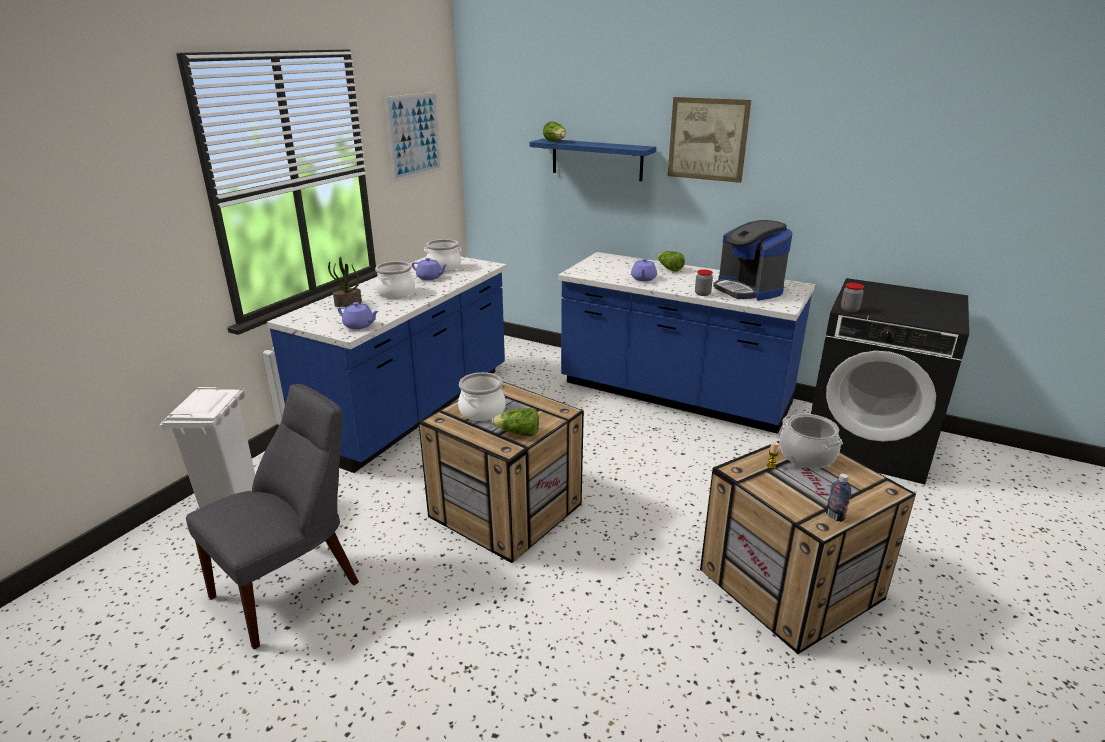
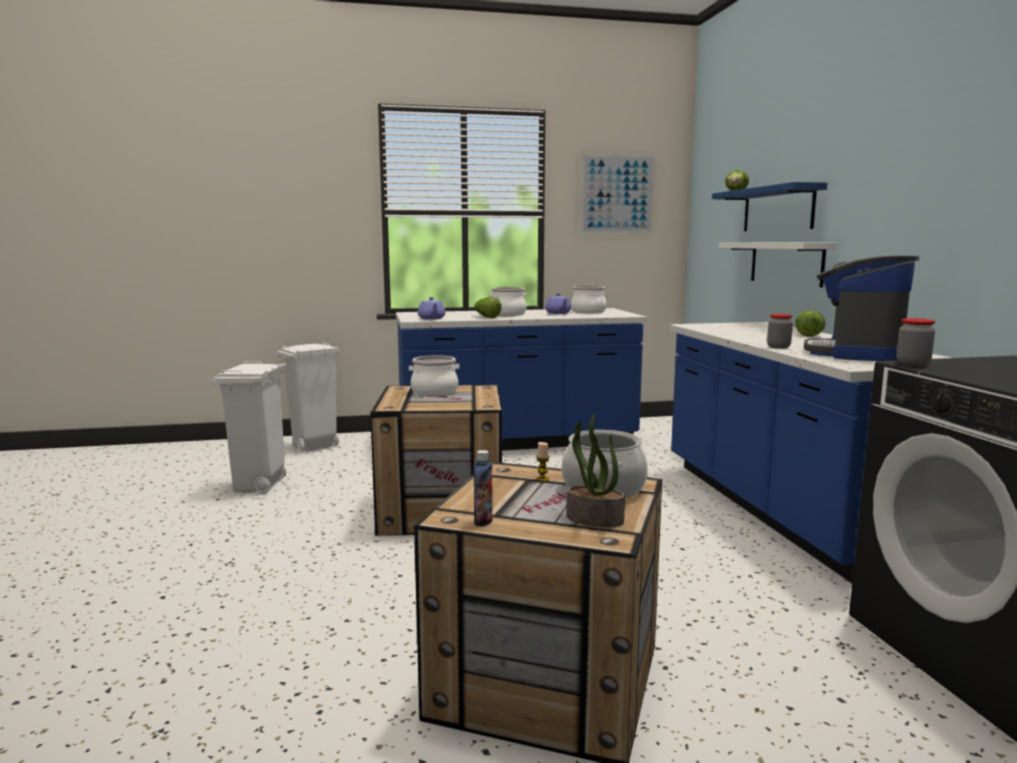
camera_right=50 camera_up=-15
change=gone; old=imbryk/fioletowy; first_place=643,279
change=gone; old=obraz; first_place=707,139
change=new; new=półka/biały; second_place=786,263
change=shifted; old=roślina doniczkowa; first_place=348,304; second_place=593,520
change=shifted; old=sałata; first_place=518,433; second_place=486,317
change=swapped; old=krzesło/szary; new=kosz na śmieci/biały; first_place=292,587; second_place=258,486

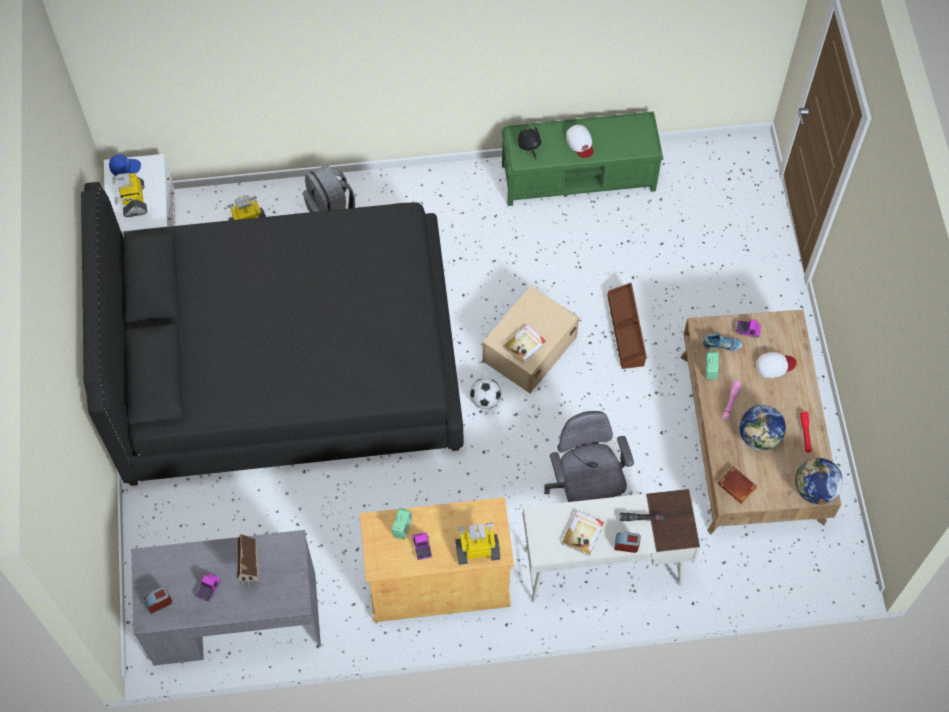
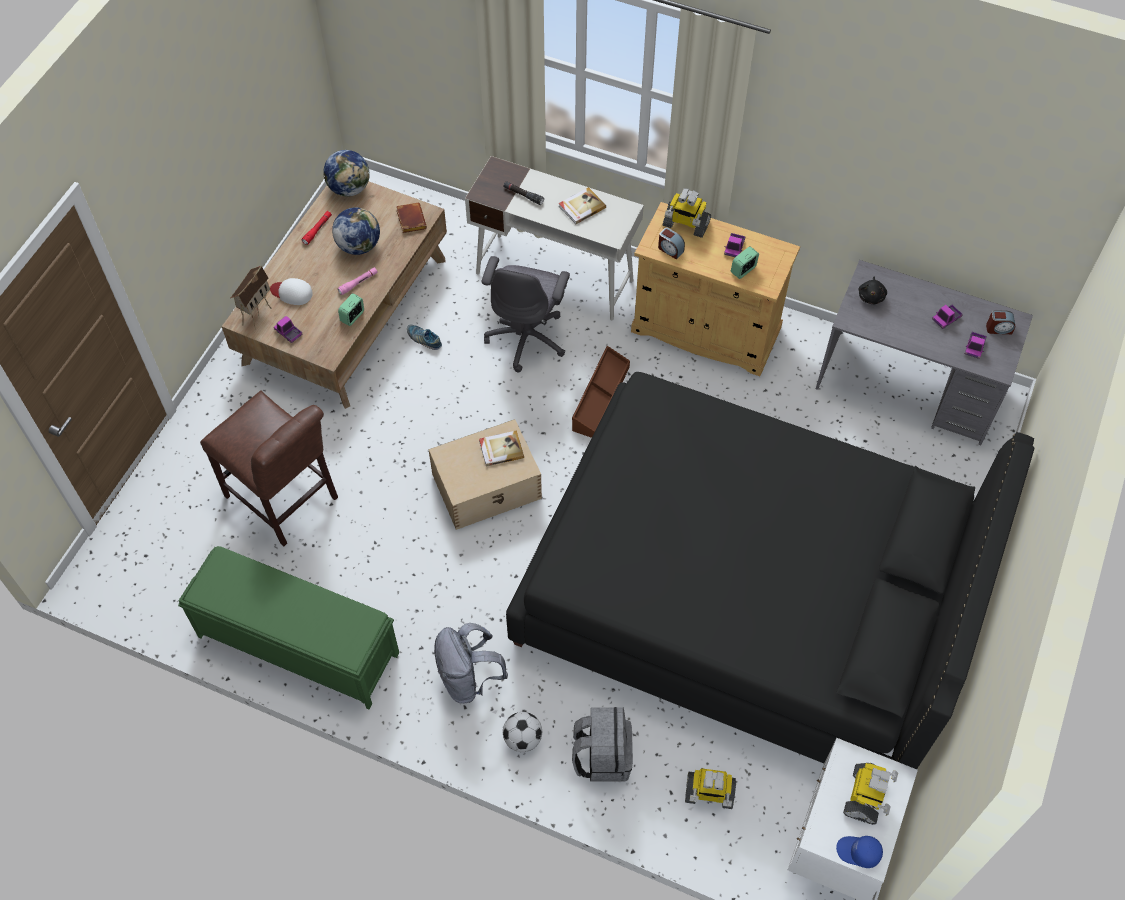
camera_right=-150 camera_up=-5
change=gone; old=czapka z daszkiem/biały; first_place=580,142
change=new; new=krzesło/brązowy; second_place=285,501
change=new; new=plecak/szary; second_place=469,679
change=new; new=ciężarówka zabawkowa; second_place=974,347
change=shifted; old=domek; first_place=251,572; second_place=256,313
change=shifted; old=piłka futbolowa; first_place=485,400; second_place=522,738
change=shifted; old=pluszak/czarny; first_place=529,146; second_place=871,296
change=shifted; old=pojemnik do przechowywania/brązowy; first_place=626,330; second_place=600,398
change=shifted; old=budzik; first_place=626,545; second_place=670,249
change=shifted; old=but; first_place=722,345; second_place=424,339

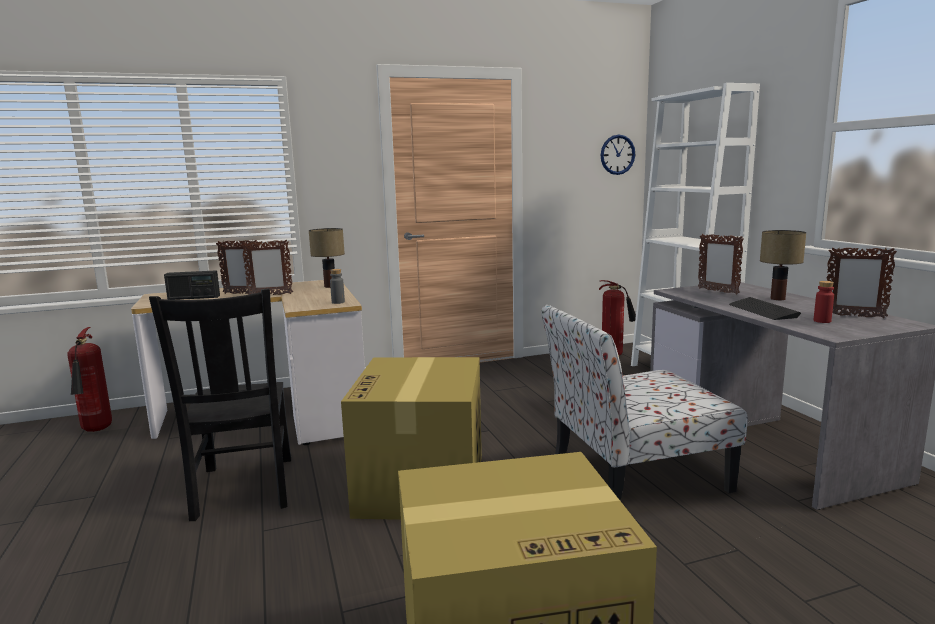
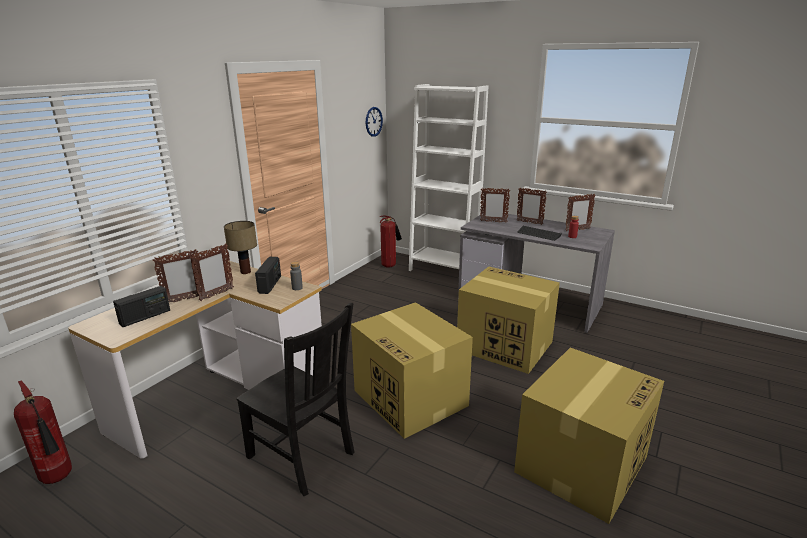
camera_right=-40 camera_up=10
change=new; new=radio; second_place=270,284
change=swapped; old=krzesło; new=karton; first_place=634,476; second_place=503,345
change=swapped; old=lampa stołowa; new=ramka na zdjęcie; first_place=778,299; second_place=529,222

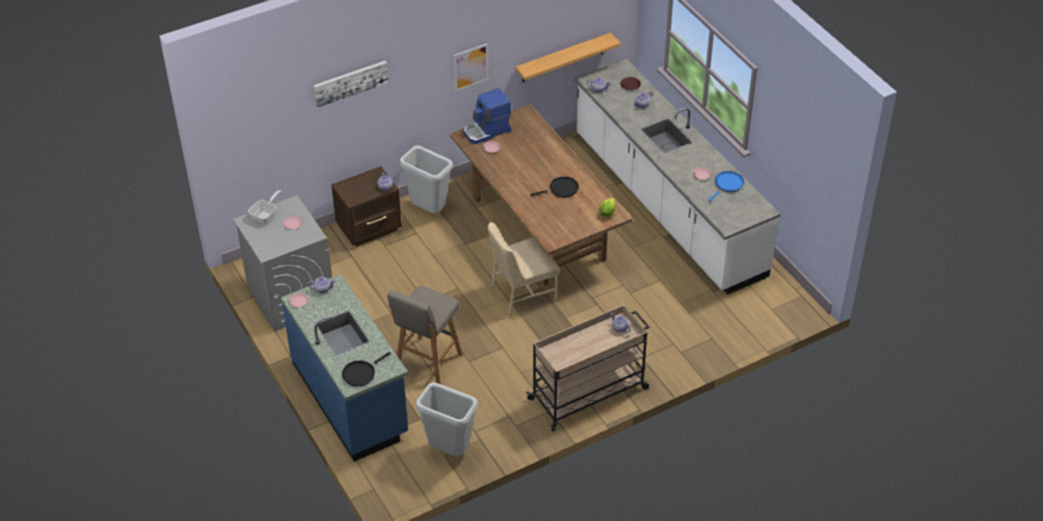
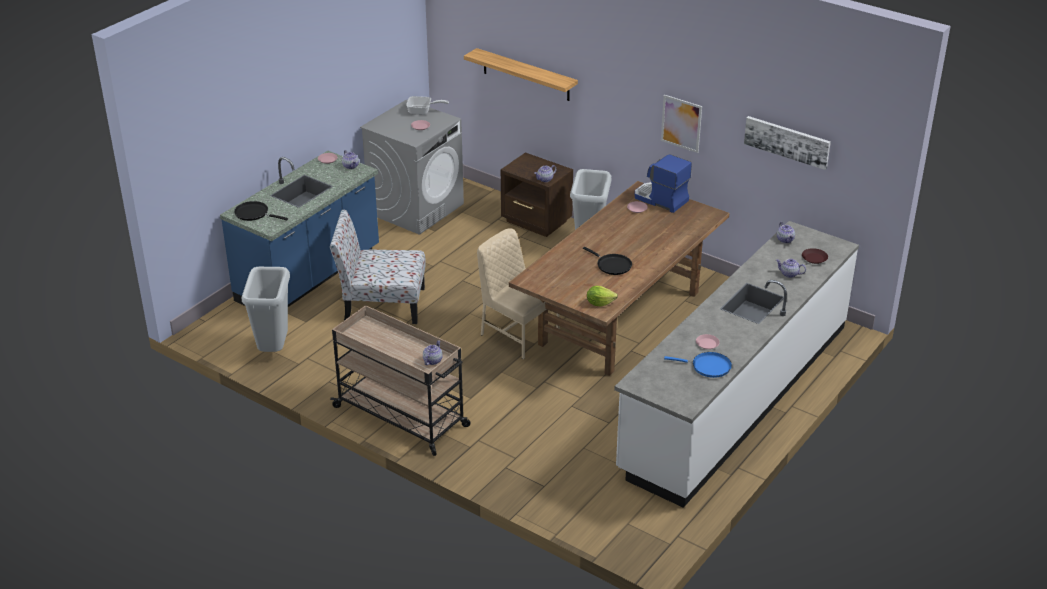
camera_right=65 camera_up=-10
change=shifted; old=obraz; first_place=350,83; second_place=787,141
change=shifted; old=półka; first_place=563,58; second_place=526,75
change=swapped; old=stołek/szary; new=krzesło; first_place=427,362; second_place=382,304

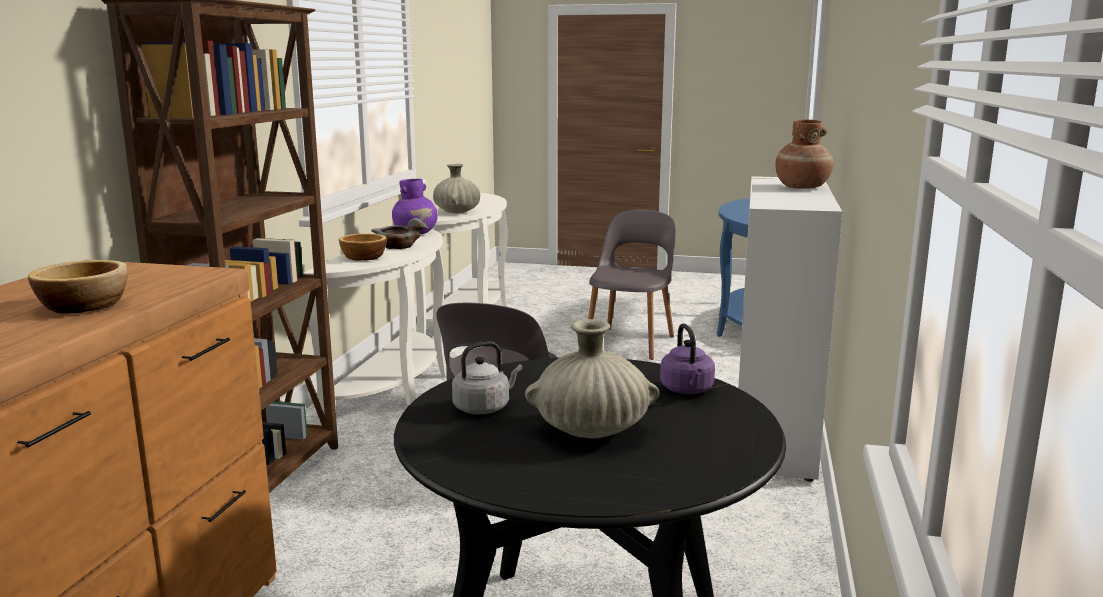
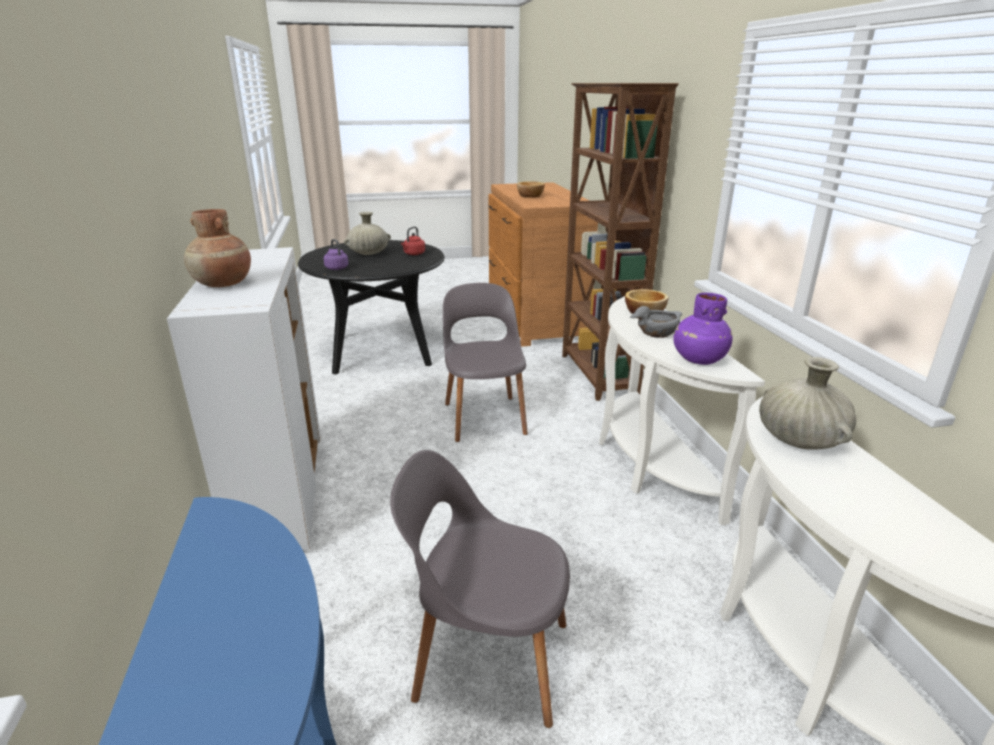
camera_right=155 camera_up=10
change=repainted; old=czajnik/szary; new=czajnik/czerwony; first_place=484,408; second_place=413,254
change=rotated; old=krzesło/szary; first_place=630,342; second_place=487,658; degrees=105

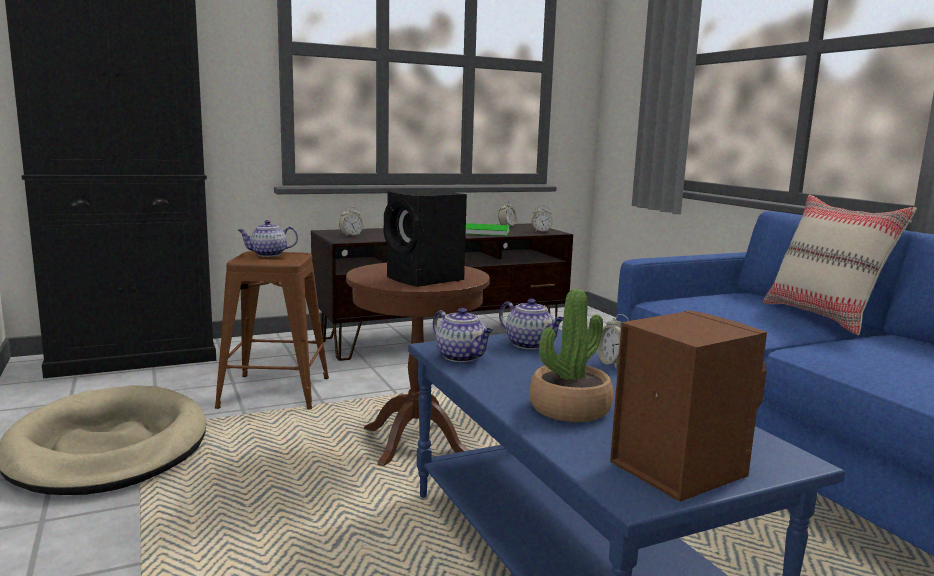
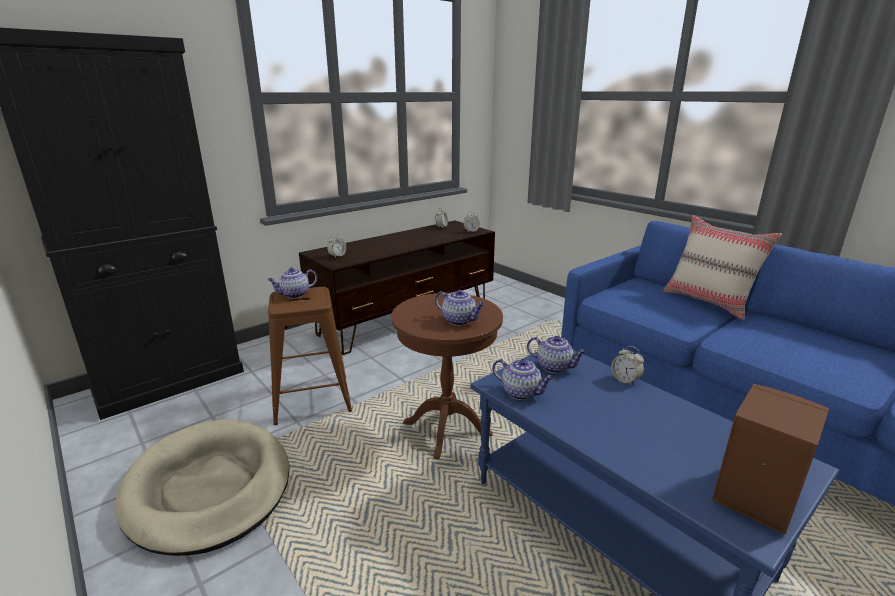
camera_right=-15 camera_up=10
change=gone; old=książka/zielony; first_place=481,231
change=gone; old=roślina doniczkowa; first_place=569,409
change=swapped; old=głośnik/czarny; new=imbryk; first_place=426,279; second_place=460,321

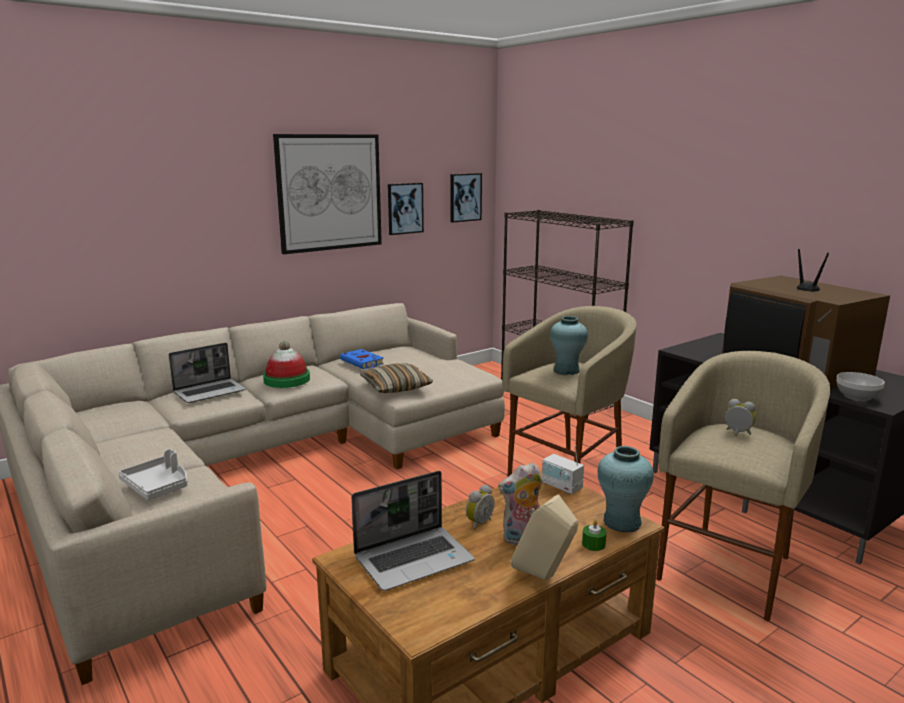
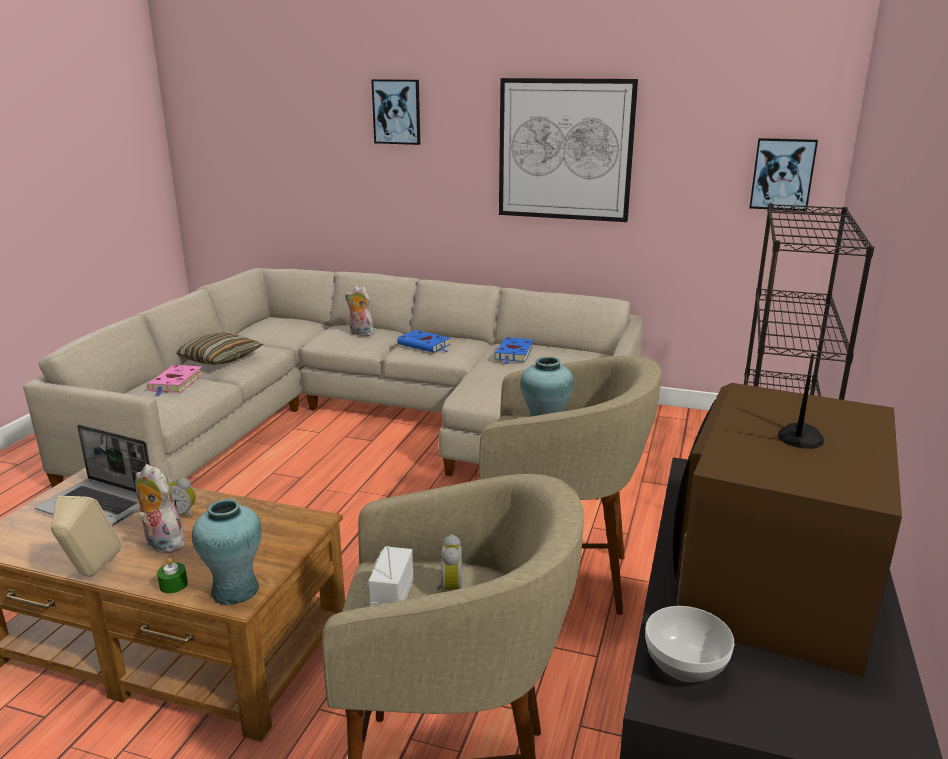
camera_right=55 camera_up=5
change=shifted; old=poduszka; first_place=396,387; second_place=219,358
change=shifted; old=obraz; first_place=405,208; second_place=397,112
change=shifted; old=radio; first_place=561,486; second_place=391,599
change=swapped; old=taca/szary; new=książka/różowy; first_place=158,486; second_place=175,383
change=swapped; old=laptop; new=pluszak; first_place=210,392; second_place=360,333
change=swapped; old=kapelusz; new=książka/niebieski; first_place=287,380; second_place=425,345

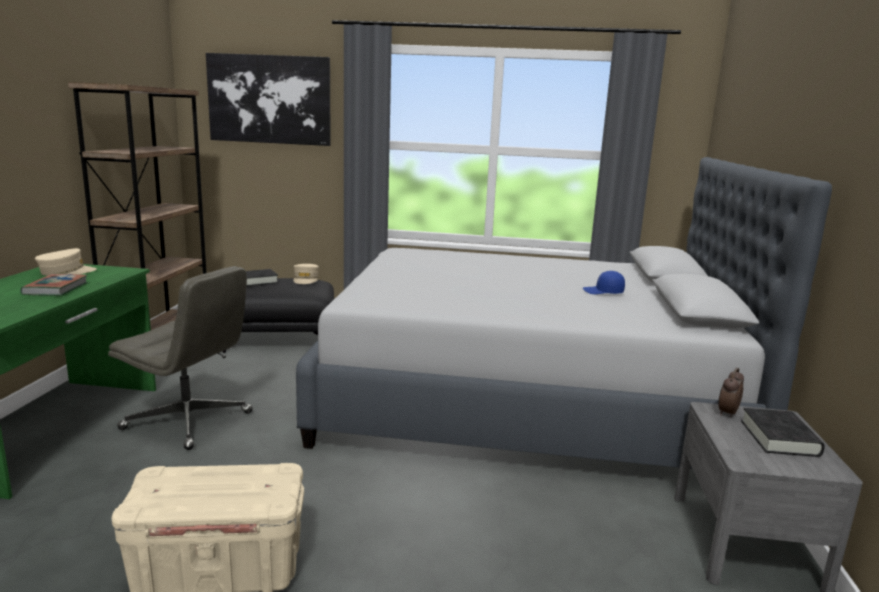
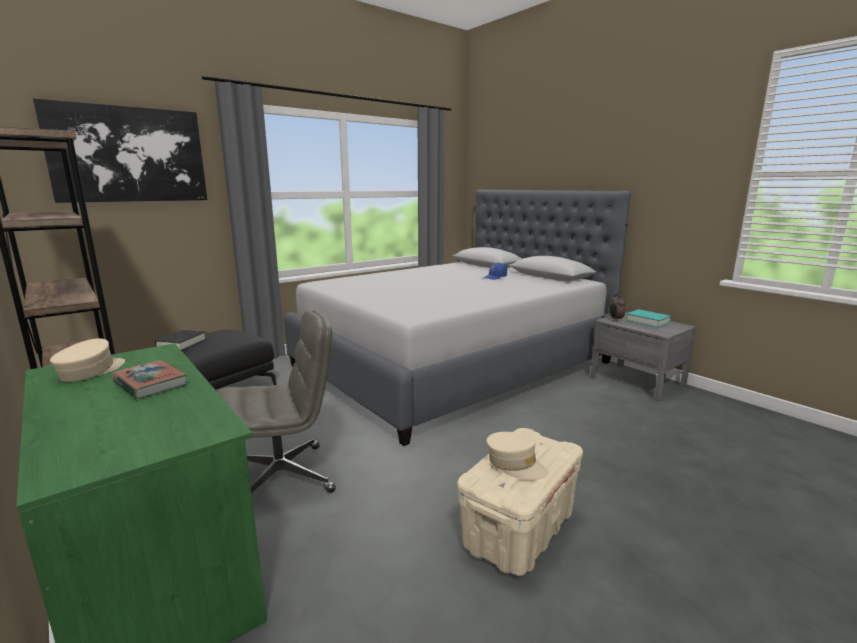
camera_right=-45 camera_up=0
change=shifted; old=czapka z daszkiem/beżowy; first_place=305,279; second_place=515,464
change=repainted; old=książka/czarny; new=książka/turkusowy; first_place=779,438; second_place=647,322

